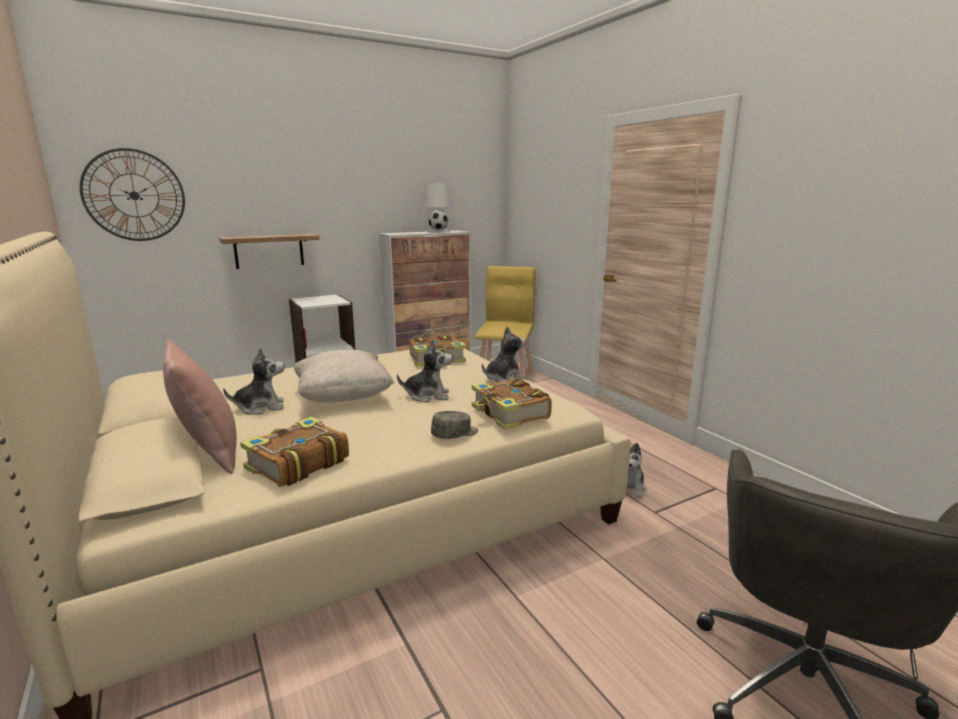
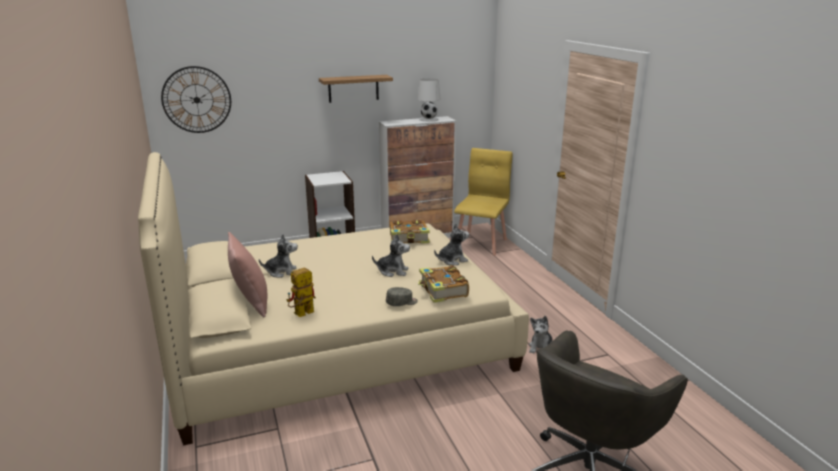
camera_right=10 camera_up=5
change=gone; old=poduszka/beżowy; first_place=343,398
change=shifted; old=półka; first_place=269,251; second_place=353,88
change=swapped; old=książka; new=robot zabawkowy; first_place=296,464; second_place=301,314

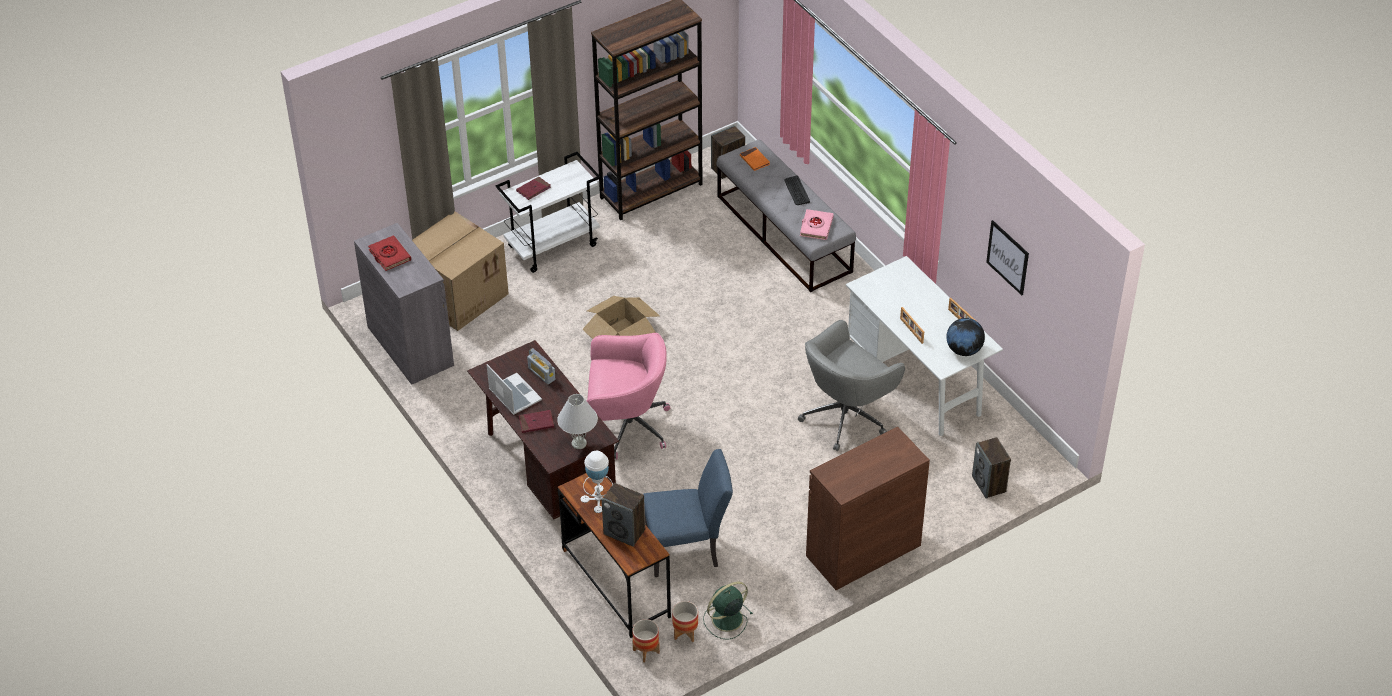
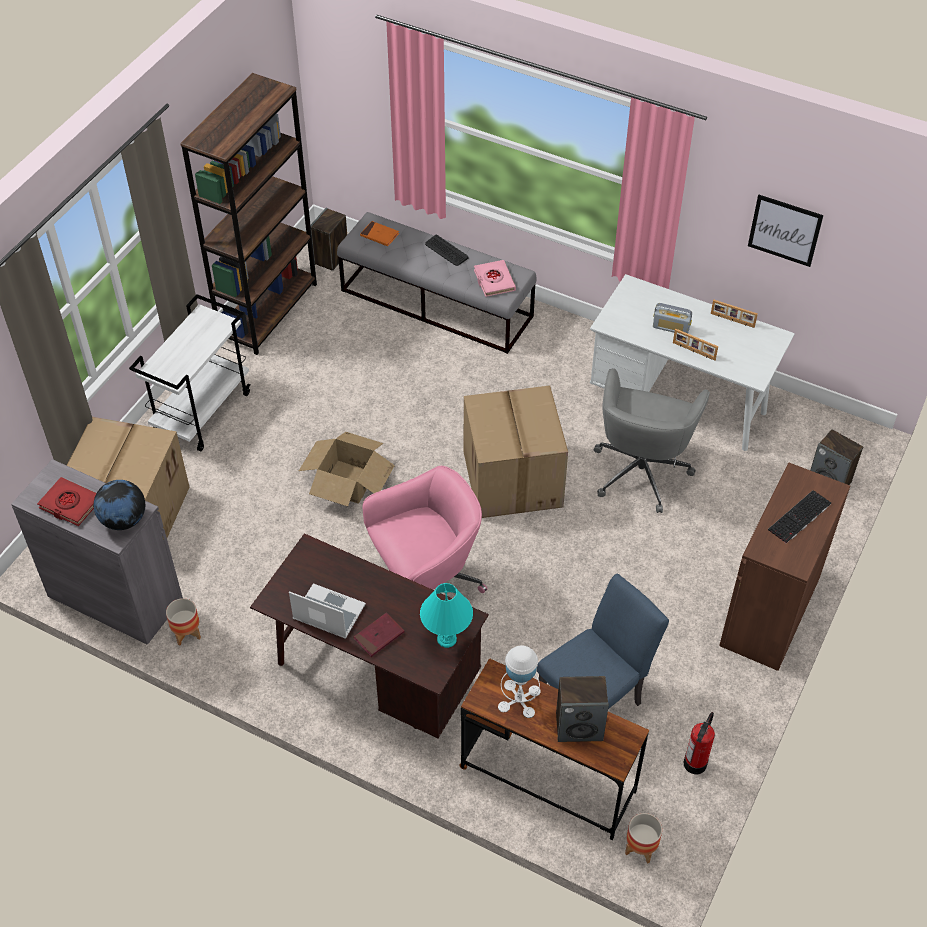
camera_right=-30 camera_up=5
change=gone; old=książka/czerwony; first_place=533,189
change=new; new=karton; second_place=514,480
change=new; new=klawiatura; second_place=800,518
change=shifted; old=radio; first_place=541,374; second_place=671,328
change=shifted; old=donica; first_place=685,633; second_place=187,633
change=shifted; old=globus; first_place=964,350; second_place=124,520
change=swapped; old=wentylator/zielony; new=gaśnica; first_place=726,619; second_place=695,763
change=repainted; old=lampa stołowa/biały; new=lampa stołowa/turkusowy; first_place=578,443; second_place=446,639

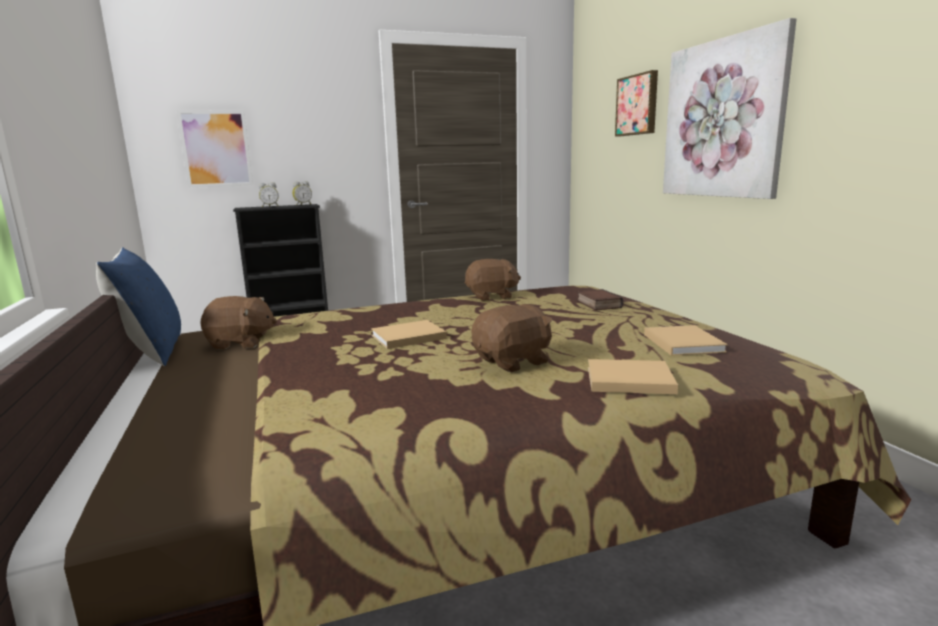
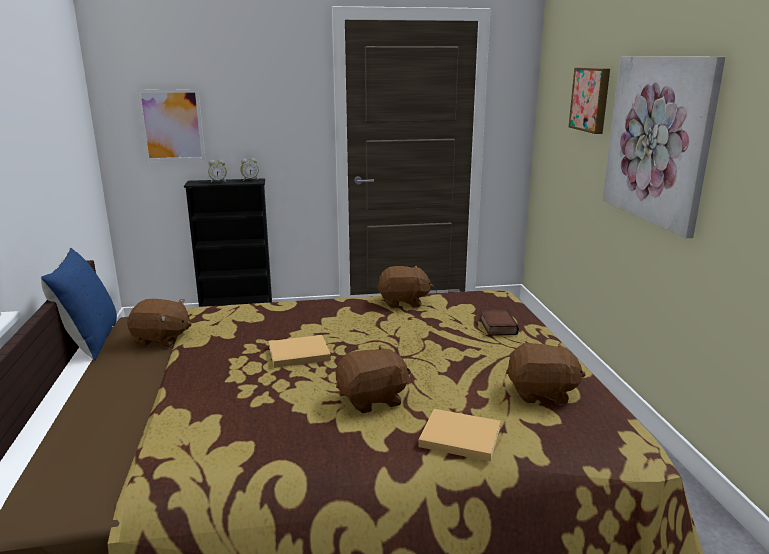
camera_right=10 camera_up=5
change=swapped; old=książka/beżowy; new=pluszak/brązowy; first_place=682,342; second_place=541,393

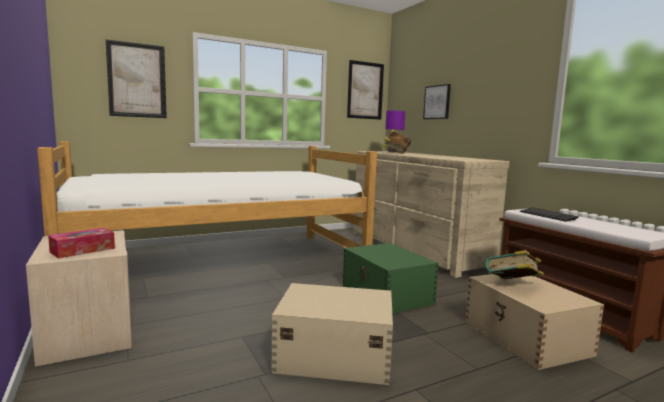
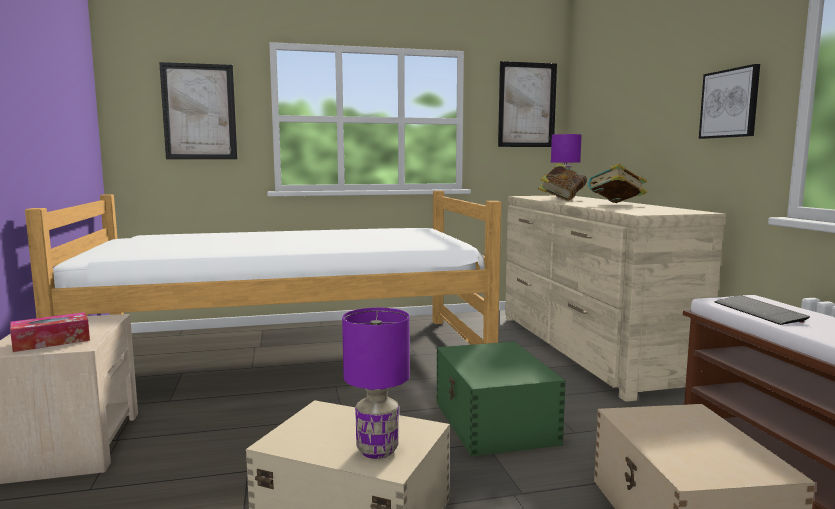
camera_right=15 camera_up=0
change=new; new=lampa stołowa/fioletowy; second_place=378,450
change=shifted; old=obraz; first_place=437,102; second_place=730,103
change=shifted; old=książka; first_place=512,286; second_place=615,204

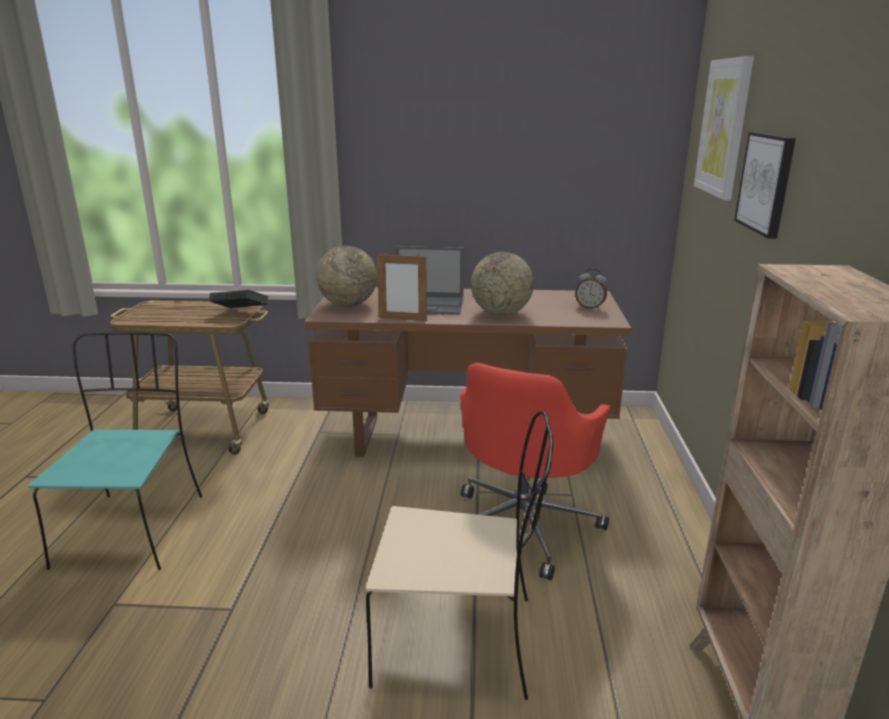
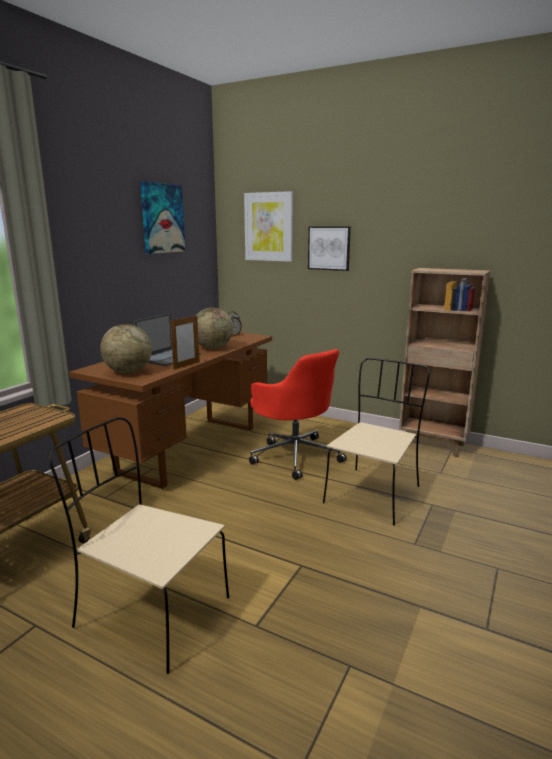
camera_right=-65 camera_up=-5
change=gone; old=książka; first_place=241,314
change=new; new=obraz; second_place=162,218
change=repainted; old=krzesło/turkusowy; new=krzesło/beżowy; first_place=133,528; second_place=150,611

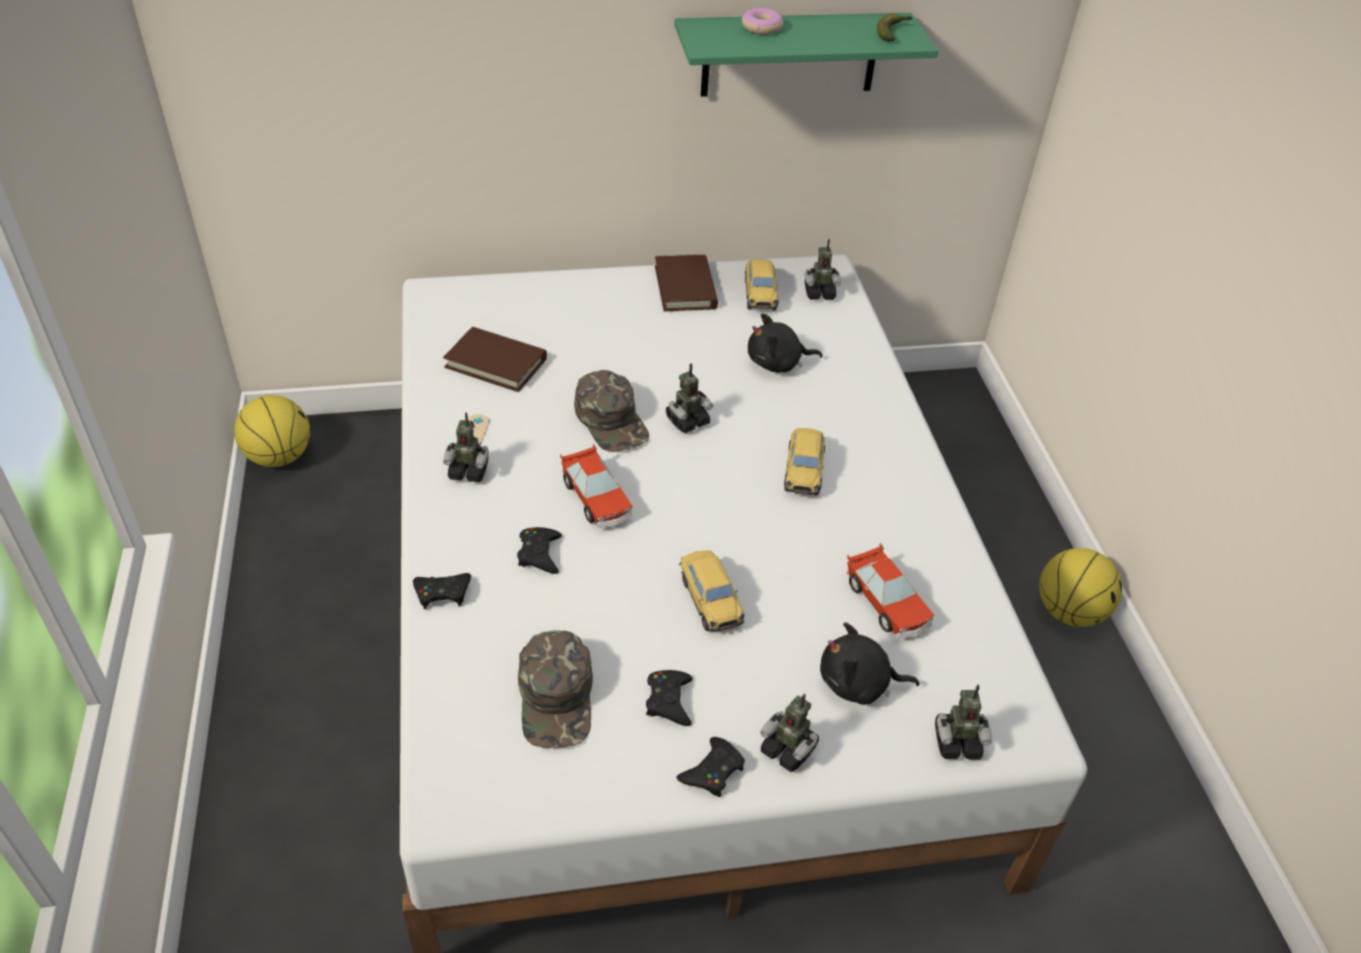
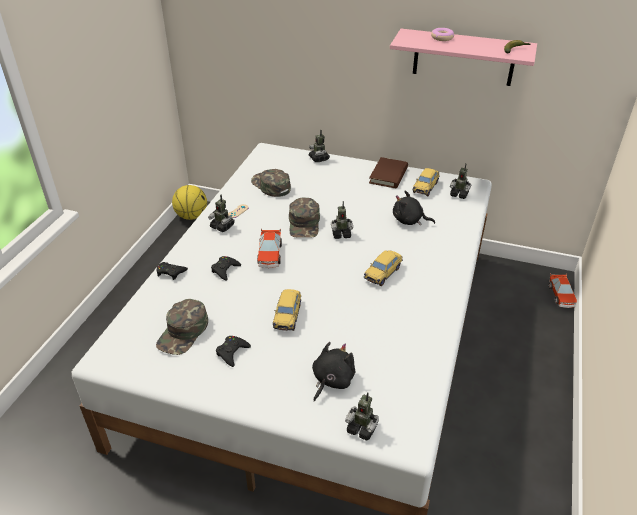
camera_right=30 camera_up=-5
change=gone; old=pad do gier/czarny; first_place=712,771
change=gone; old=piłka do koszykówki; first_place=1069,611
change=shifted; old=robot zabawkowy; first_place=788,749; second_place=319,158
change=shifted; old=samochodzik; first_place=886,604; second_place=561,296
change=swapped; old=książka/brązowy; new=czapka z daszkiem/zielony; first_place=496,363; second_place=270,186
change=repainted; old=półka/zielony; new=półka/różowy; first_place=790,54; second_place=463,57
change=rotated; old=pluszak/czarny; first_place=858,684; second_place=331,380; degrees=90

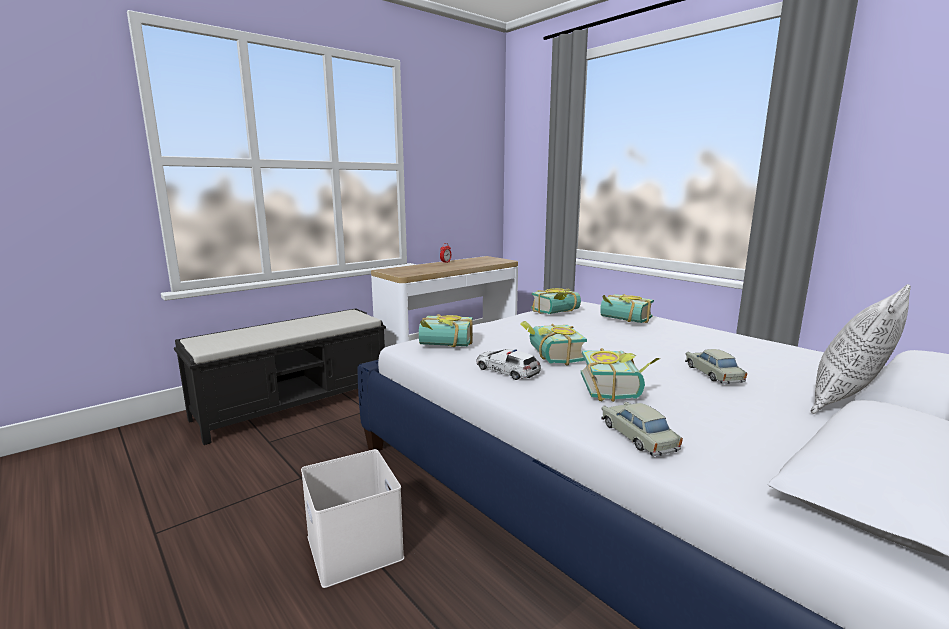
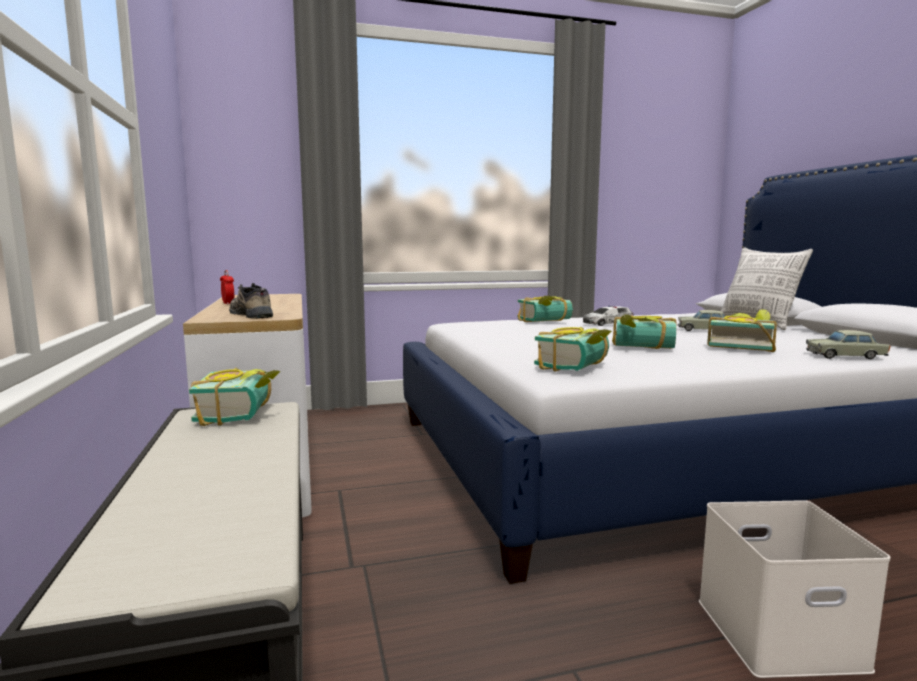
camera_right=-65 camera_up=-5
change=new; new=but; second_place=253,314
change=shifted; old=samochodzik; first_place=506,370; second_place=607,323
change=shifted; old=książka; first_place=558,312; second_place=243,414

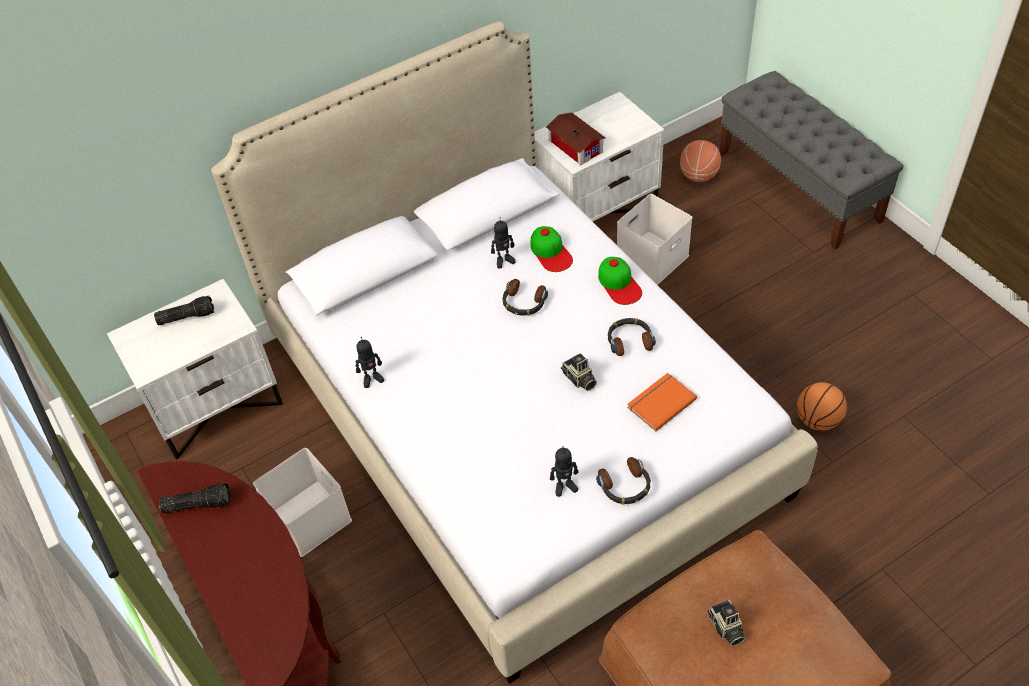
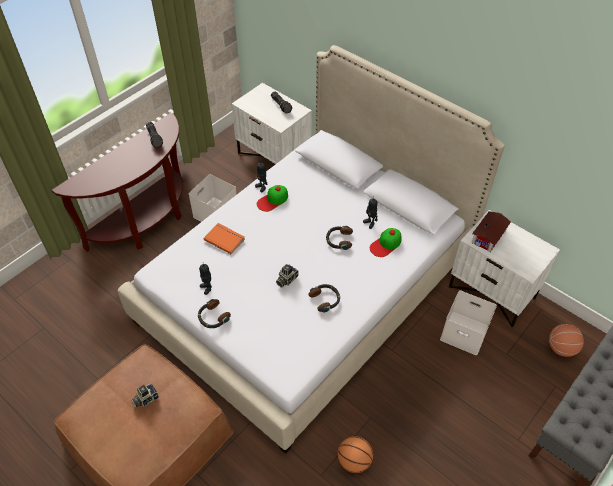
camera_right=70 camera_up=0
change=shifted; old=czapka z daszkiem; first_place=619,284; second_place=272,200
change=shifted; old=książka/pomarańczowy; first_place=660,402; second_place=225,238

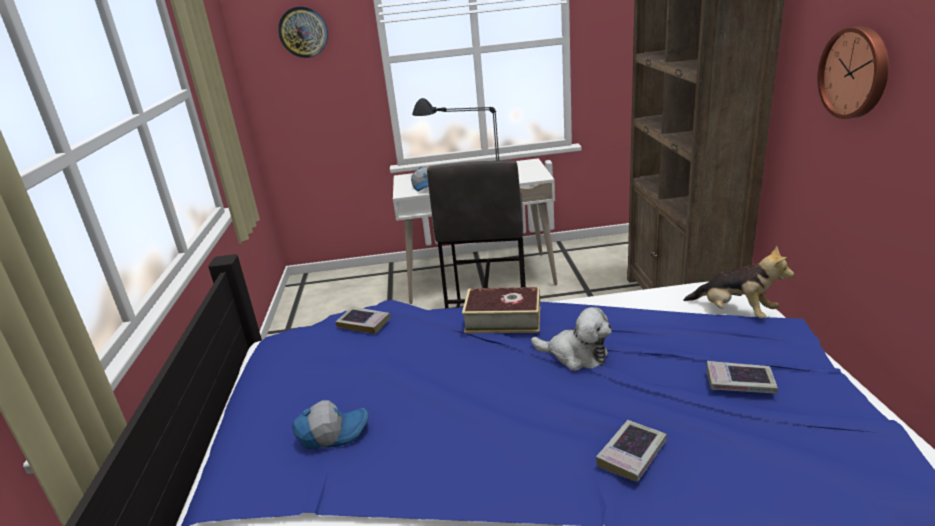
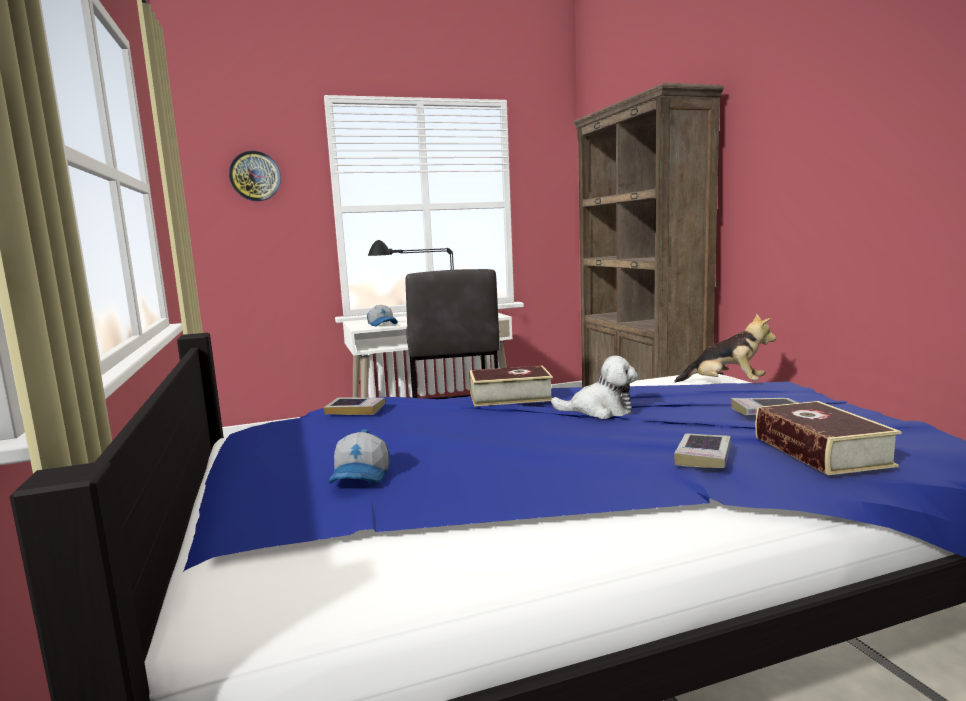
camera_right=-15 camera_up=-15
change=gone; old=zegar ścienny; first_place=855,73
change=new; new=książka; second_place=821,451
change=rotated; old=czapka z daszkiem; first_place=333,432; second_place=362,475; degrees=120

